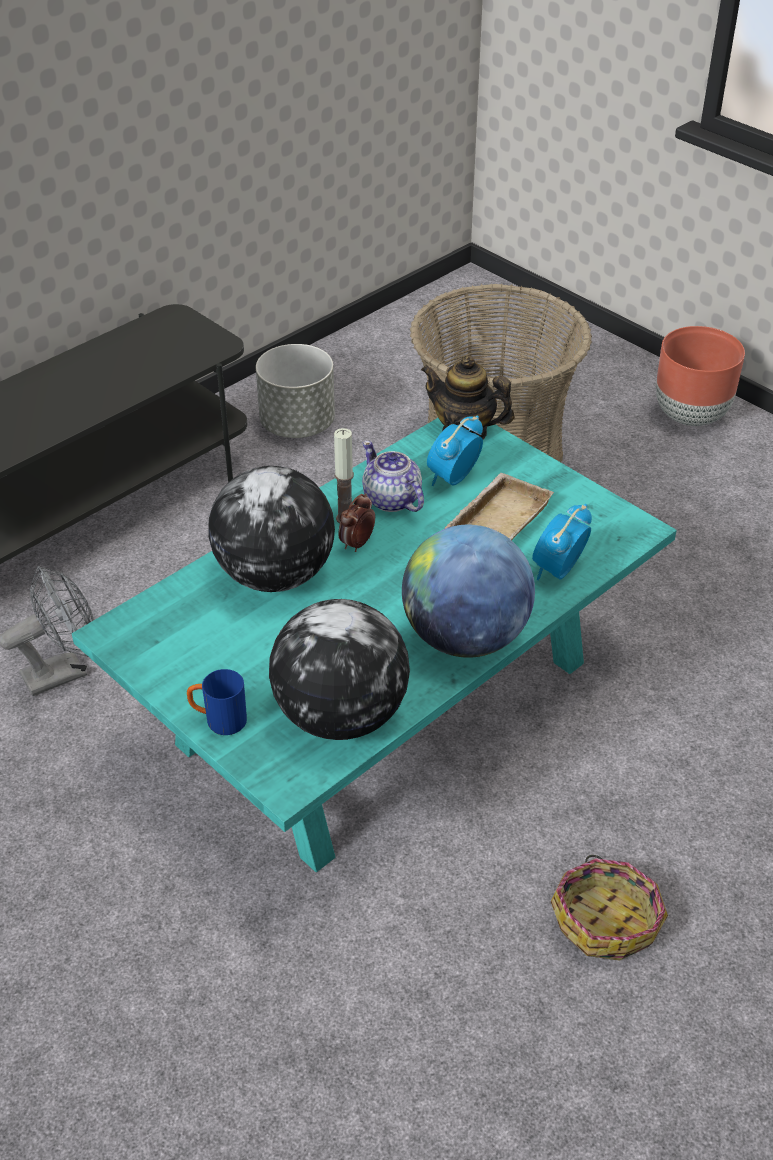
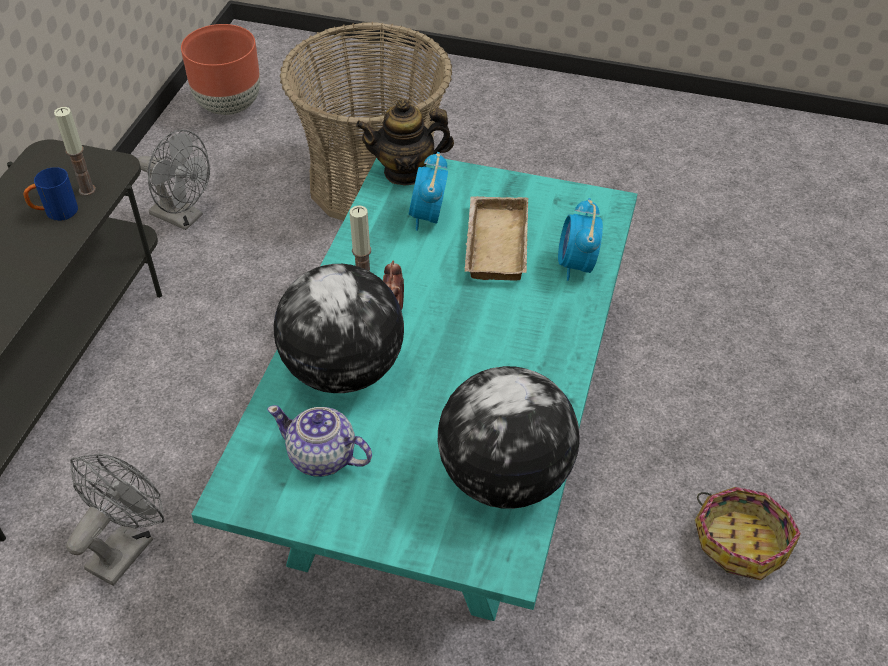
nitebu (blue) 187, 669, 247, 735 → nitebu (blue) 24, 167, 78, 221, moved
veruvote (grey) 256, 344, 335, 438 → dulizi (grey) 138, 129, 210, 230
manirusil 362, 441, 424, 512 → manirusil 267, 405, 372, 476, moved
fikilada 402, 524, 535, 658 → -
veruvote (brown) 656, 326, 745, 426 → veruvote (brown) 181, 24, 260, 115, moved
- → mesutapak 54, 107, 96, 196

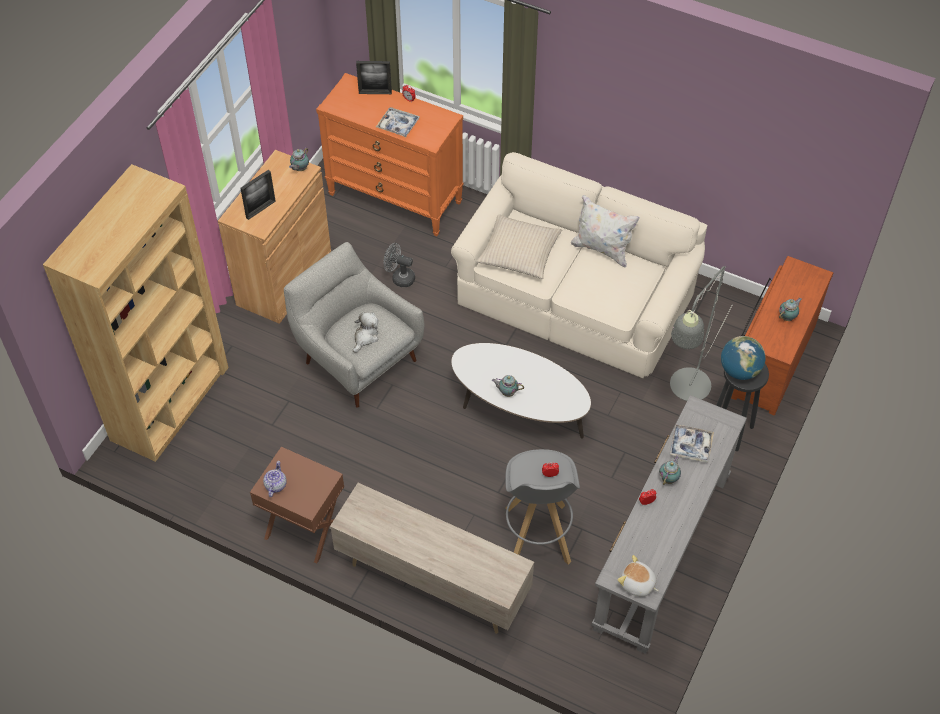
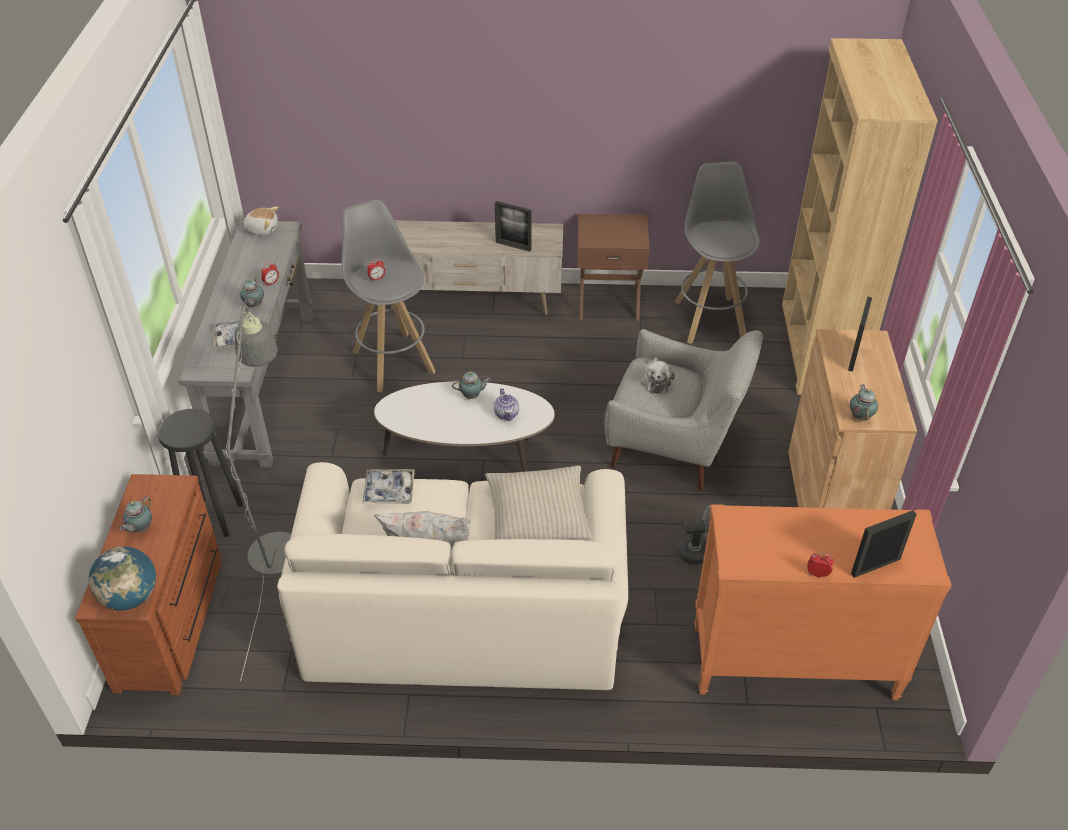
manirusil 263, 461, 287, 497 → manirusil 494, 388, 519, 421, moved
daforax 376, 107, 420, 137 → daforax 362, 469, 415, 504, moved
fikilada 721, 336, 766, 380 → fikilada 89, 546, 156, 610, moved
- → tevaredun 495, 201, 532, 252
- → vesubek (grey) 675, 162, 760, 344

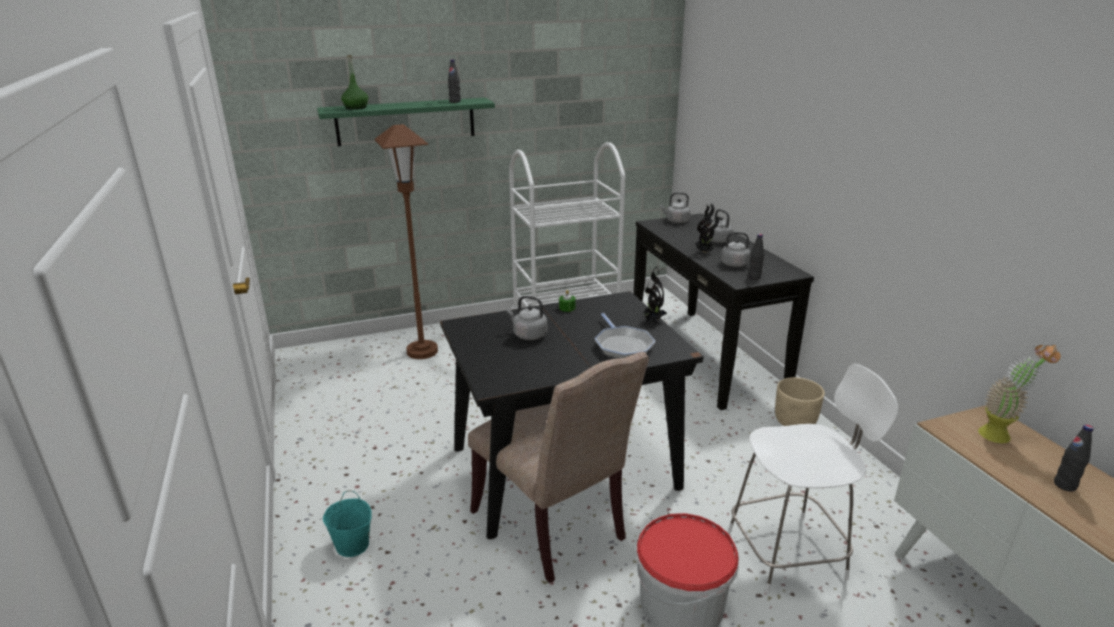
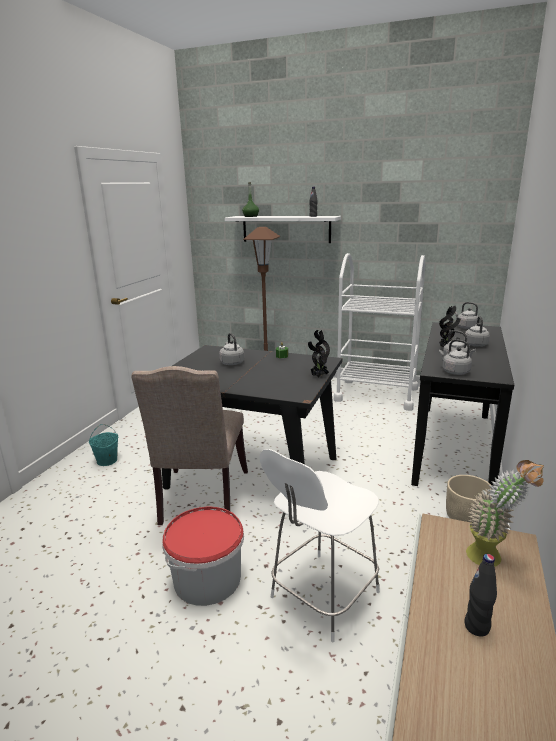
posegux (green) 317, 98, 495, 146 → posegux (white) 225, 216, 341, 243
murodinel 595, 313, 655, 359 → -
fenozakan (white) 728, 364, 898, 594 → fenozakan (white) 260, 449, 380, 642, 105 degrees clockwise
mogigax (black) 748, 234, 764, 279 → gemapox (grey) 439, 339, 472, 375

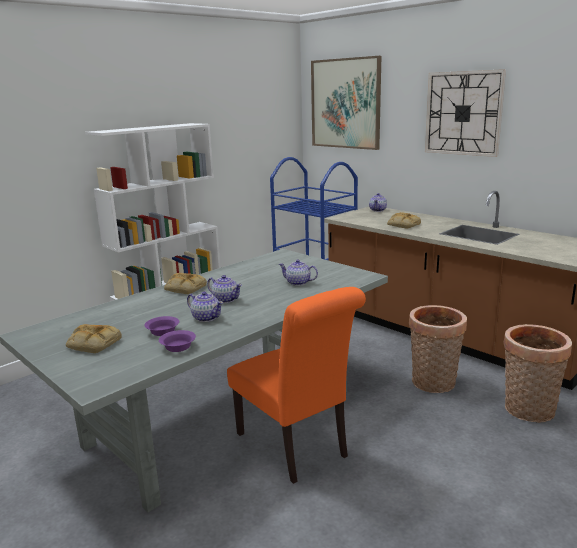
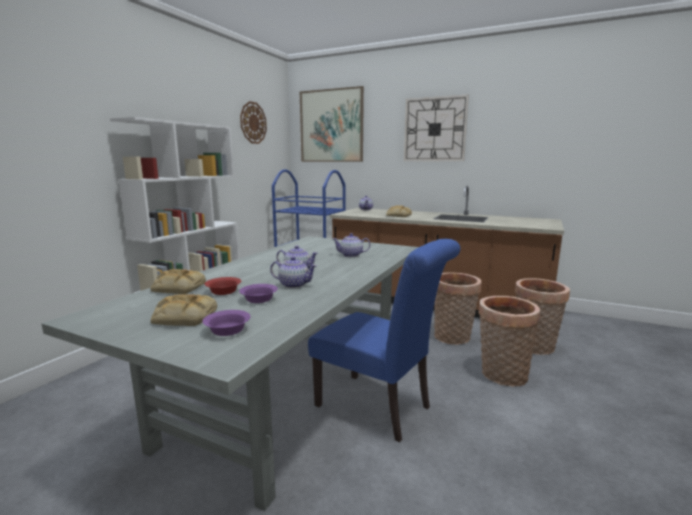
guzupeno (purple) 159, 330, 196, 352 → guzupeno (purple) 203, 310, 251, 336, moved
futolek 164, 273, 207, 294 → futolek 151, 269, 206, 294, moved
fenozakan (orange) 227, 287, 366, 484 → fenozakan (blue) 308, 239, 460, 443
- → guzupeno (red) 204, 277, 241, 295
- → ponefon 240, 101, 267, 144
- → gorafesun 478, 296, 541, 386

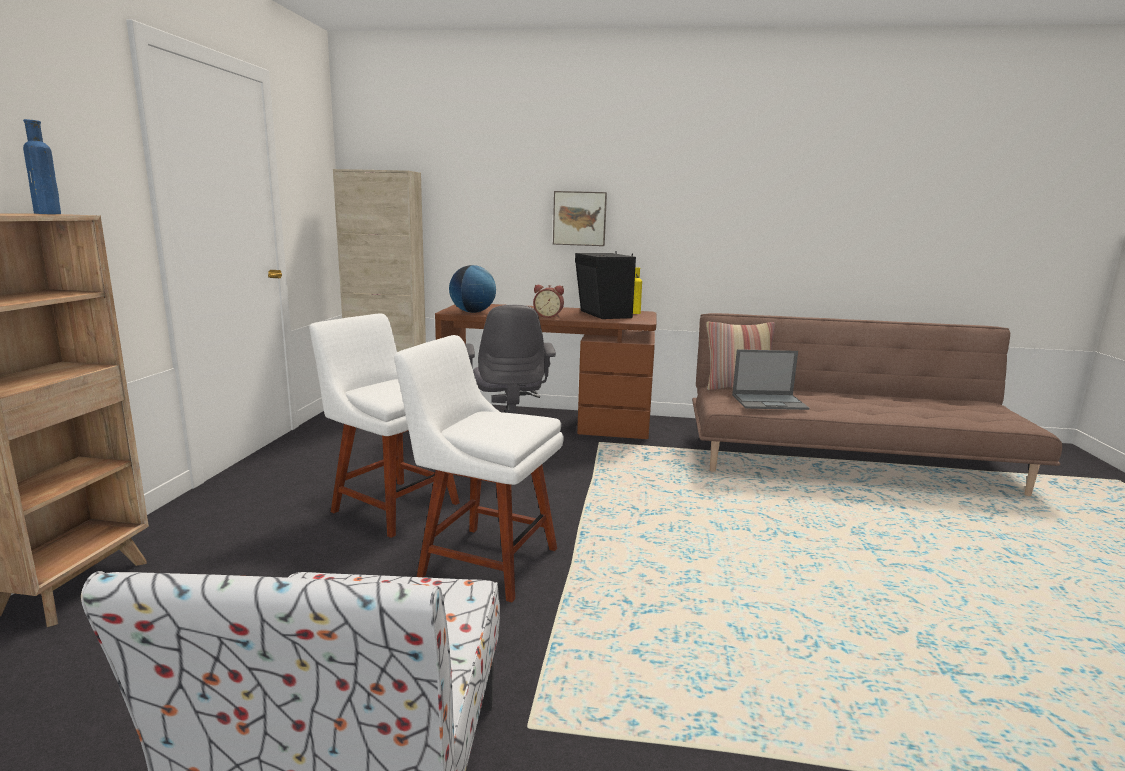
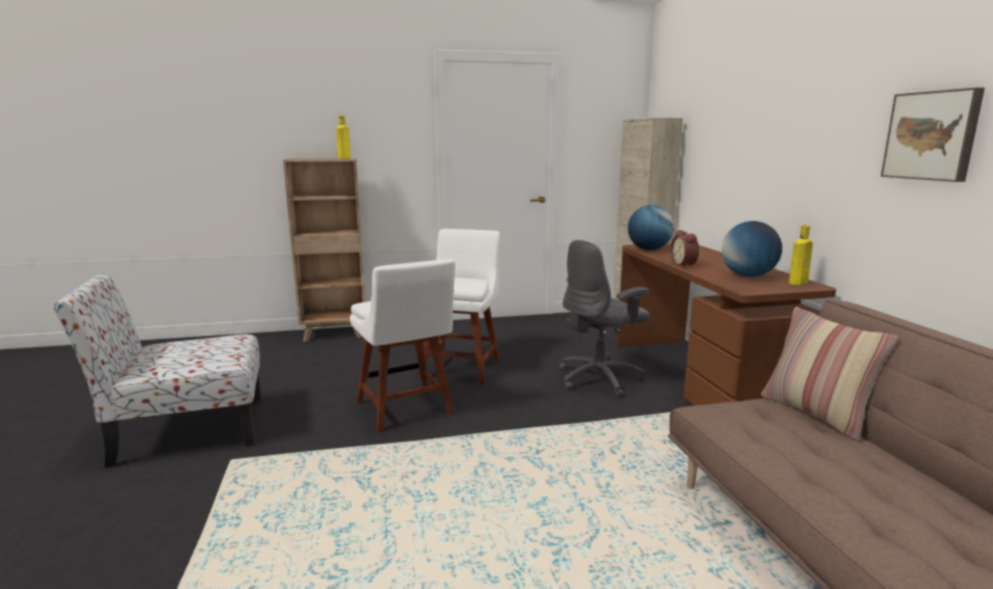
mogigax (blue) 23, 119, 61, 214 → mogigax (yellow) 336, 115, 350, 159
fenozakan (white) 394, 335, 564, 602 → fenozakan (white) 350, 259, 455, 433, 150 degrees clockwise
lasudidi 553, 191, 607, 246 → lasudidi 881, 87, 985, 182, moved
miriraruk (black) 575, 251, 636, 319 → fikilada 722, 221, 782, 277
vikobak 732, 349, 809, 410 → -

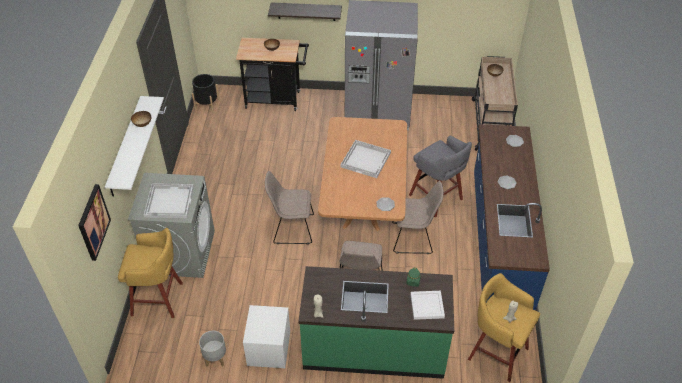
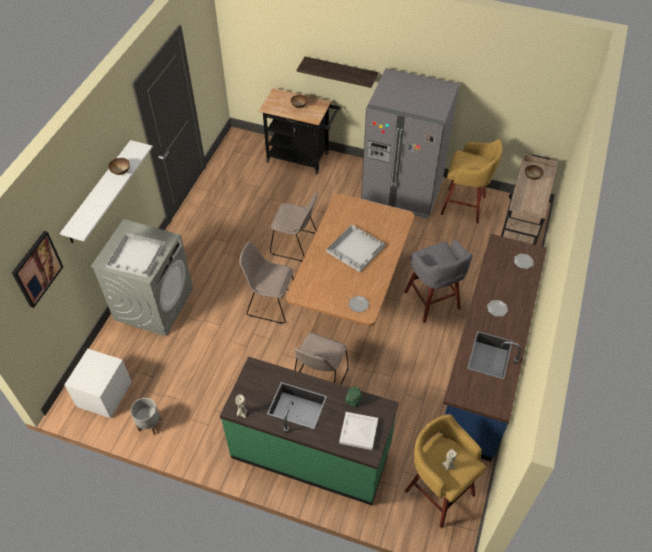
vesubek (yellow) 118, 228, 183, 318 → vesubek (yellow) 441, 139, 503, 223, moved
veruvote (black) 192, 74, 220, 112 → -
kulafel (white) 243, 305, 290, 368 → kulafel (white) 64, 349, 132, 418, moved
fenozakan (beige) 392, 181, 443, 254 → fenozakan (beige) 270, 191, 318, 262, moved

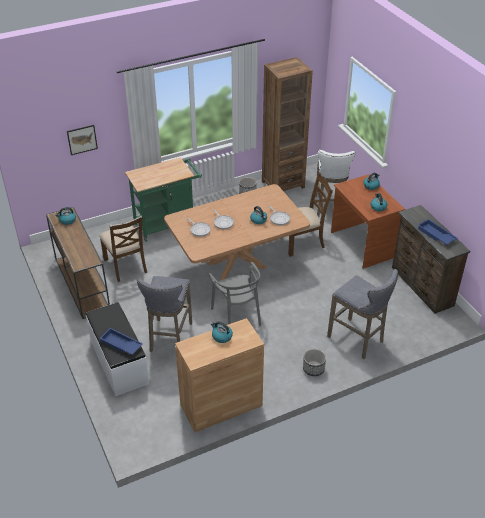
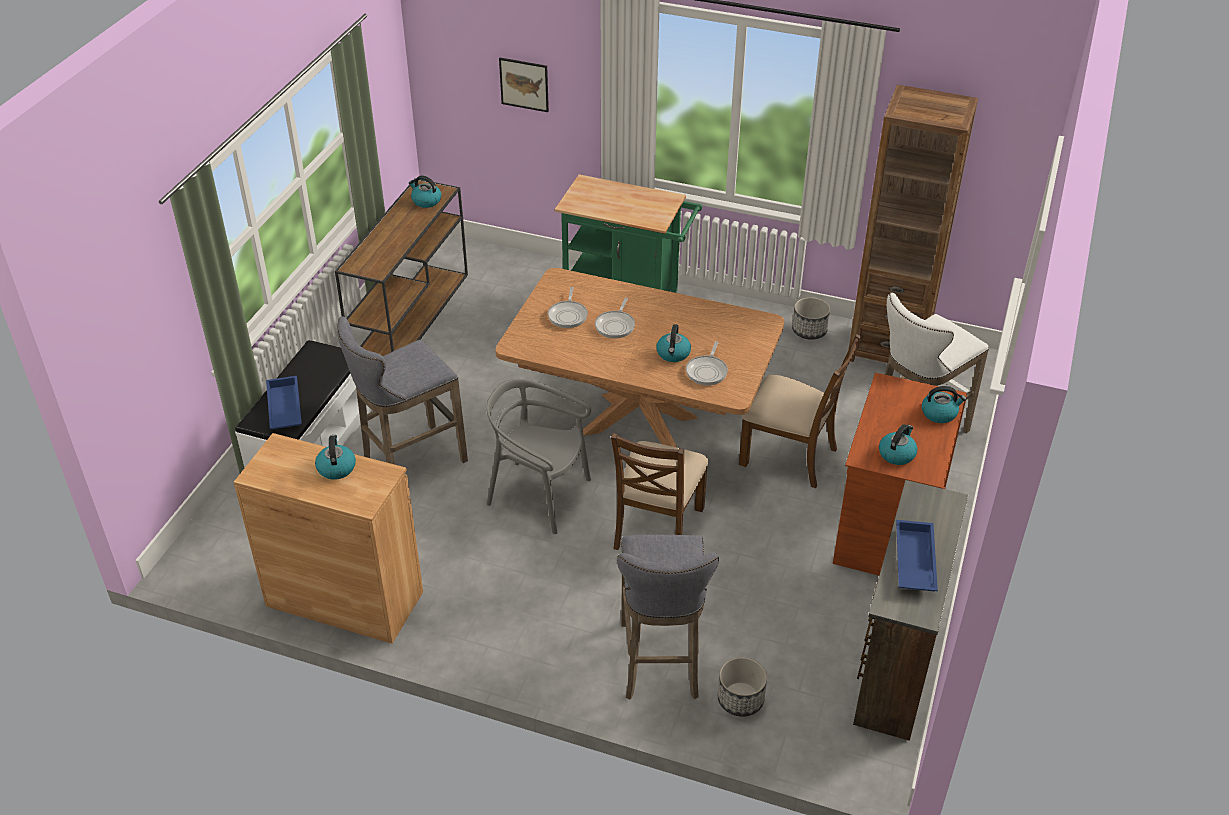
fenozakan (brown) 99, 215, 147, 282 → fenozakan (brown) 611, 433, 708, 550, moved
fenozakan (grey) 208, 262, 261, 326 → fenozakan (grey) 486, 379, 591, 534, 90 degrees clockwise
veruvote 303, 349, 326, 376 → veruvote 718, 657, 767, 717, moved

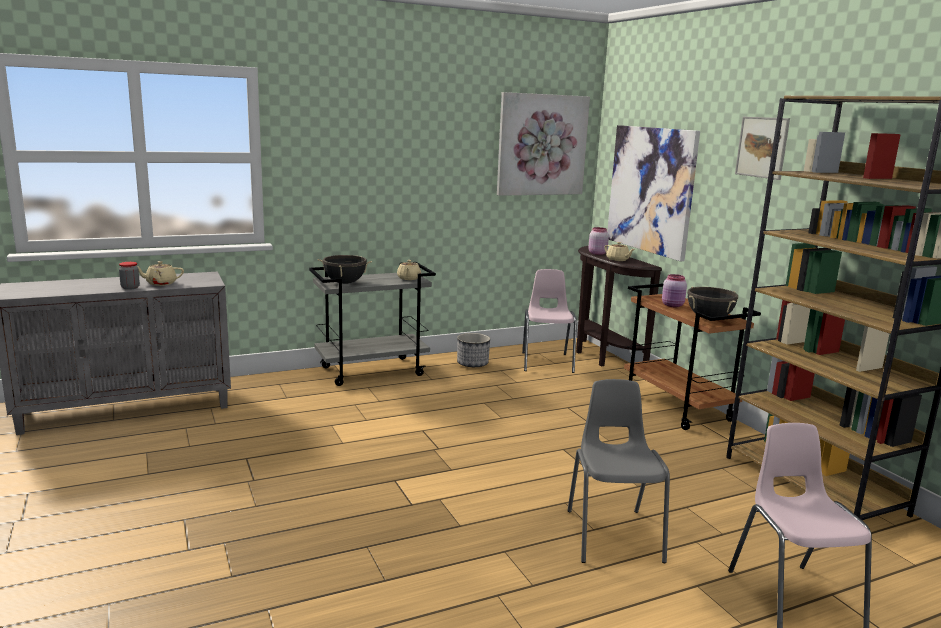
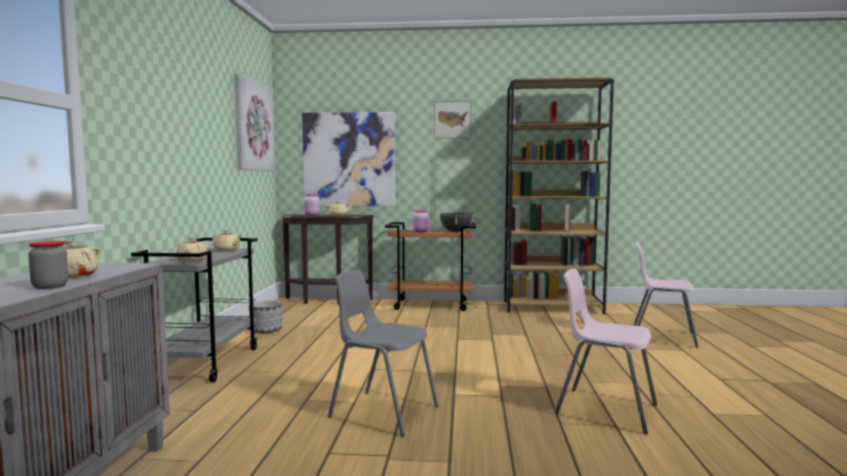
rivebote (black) 318, 255, 372, 284 → manirusil (beige) 176, 237, 207, 262
fenozakan (pink) 522, 269, 577, 373 → fenozakan (pink) 555, 269, 657, 434, moved
fenozakan (grey) 567, 379, 670, 563 → fenozakan (grey) 328, 270, 439, 436, moved

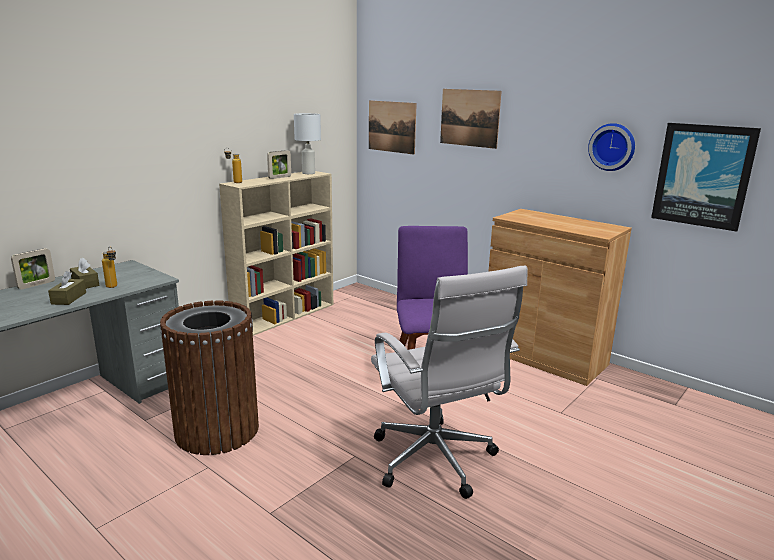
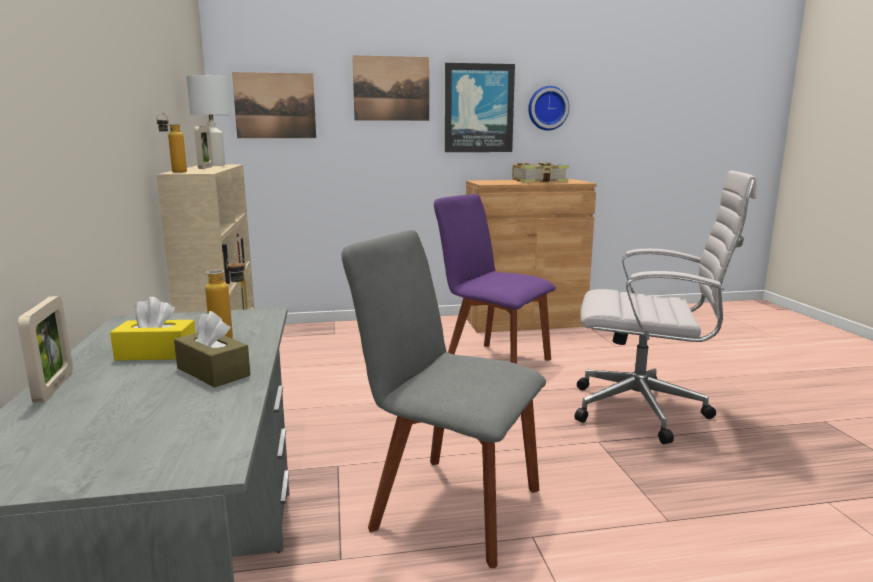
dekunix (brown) 70, 258, 99, 289 → dekunix (yellow) 110, 297, 196, 361
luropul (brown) 160, 300, 259, 455 → fenozakan (grey) 341, 230, 546, 568
lasudidi 651, 123, 761, 232 → lasudidi 445, 63, 515, 152, moved
- → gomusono 512, 163, 569, 183

